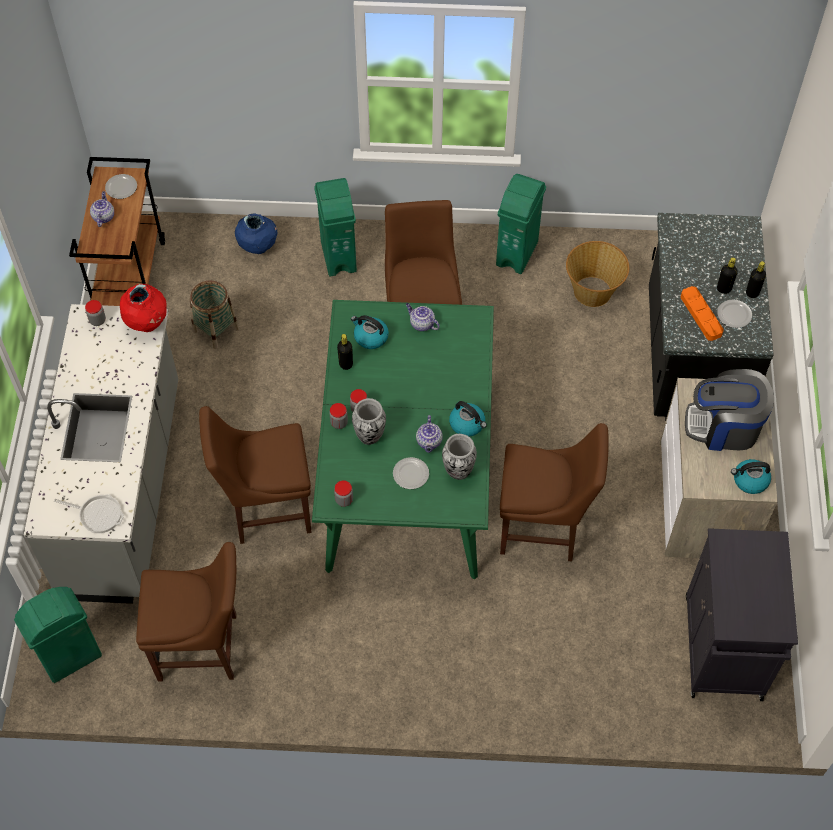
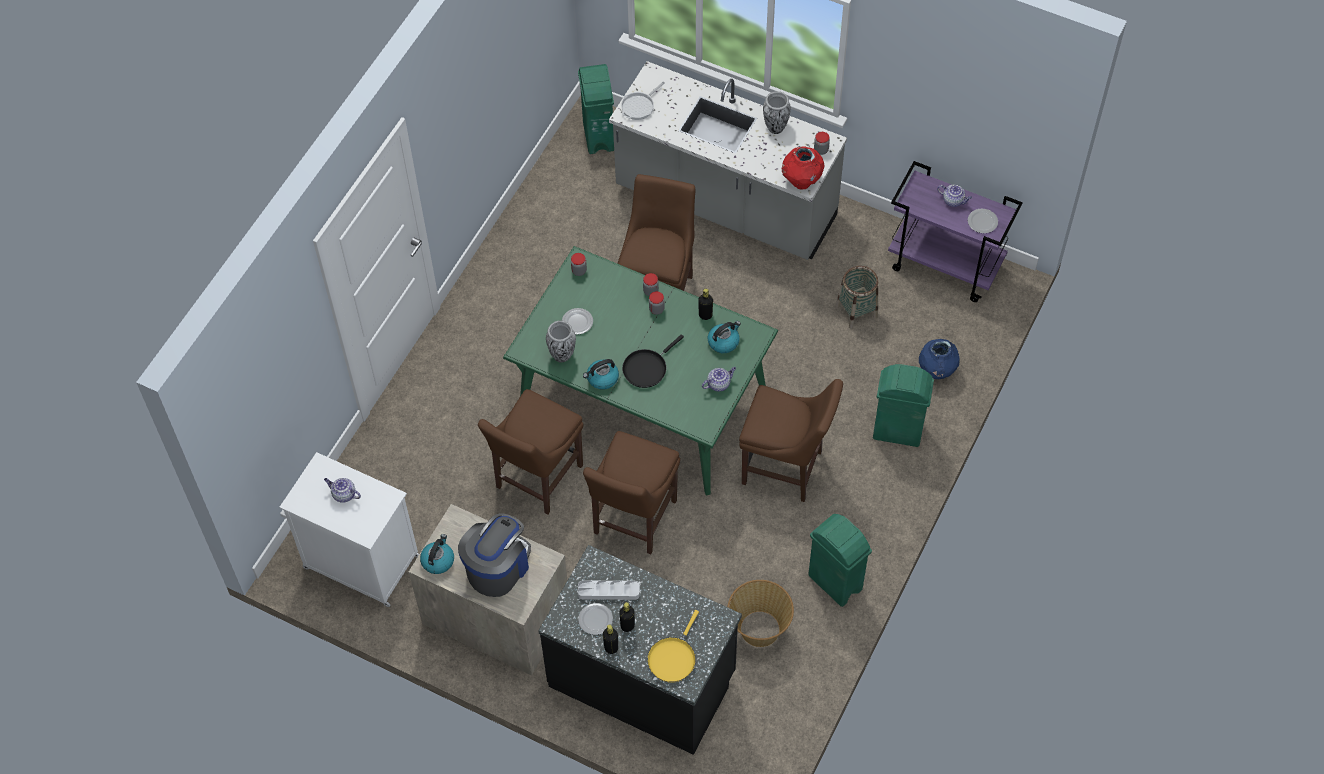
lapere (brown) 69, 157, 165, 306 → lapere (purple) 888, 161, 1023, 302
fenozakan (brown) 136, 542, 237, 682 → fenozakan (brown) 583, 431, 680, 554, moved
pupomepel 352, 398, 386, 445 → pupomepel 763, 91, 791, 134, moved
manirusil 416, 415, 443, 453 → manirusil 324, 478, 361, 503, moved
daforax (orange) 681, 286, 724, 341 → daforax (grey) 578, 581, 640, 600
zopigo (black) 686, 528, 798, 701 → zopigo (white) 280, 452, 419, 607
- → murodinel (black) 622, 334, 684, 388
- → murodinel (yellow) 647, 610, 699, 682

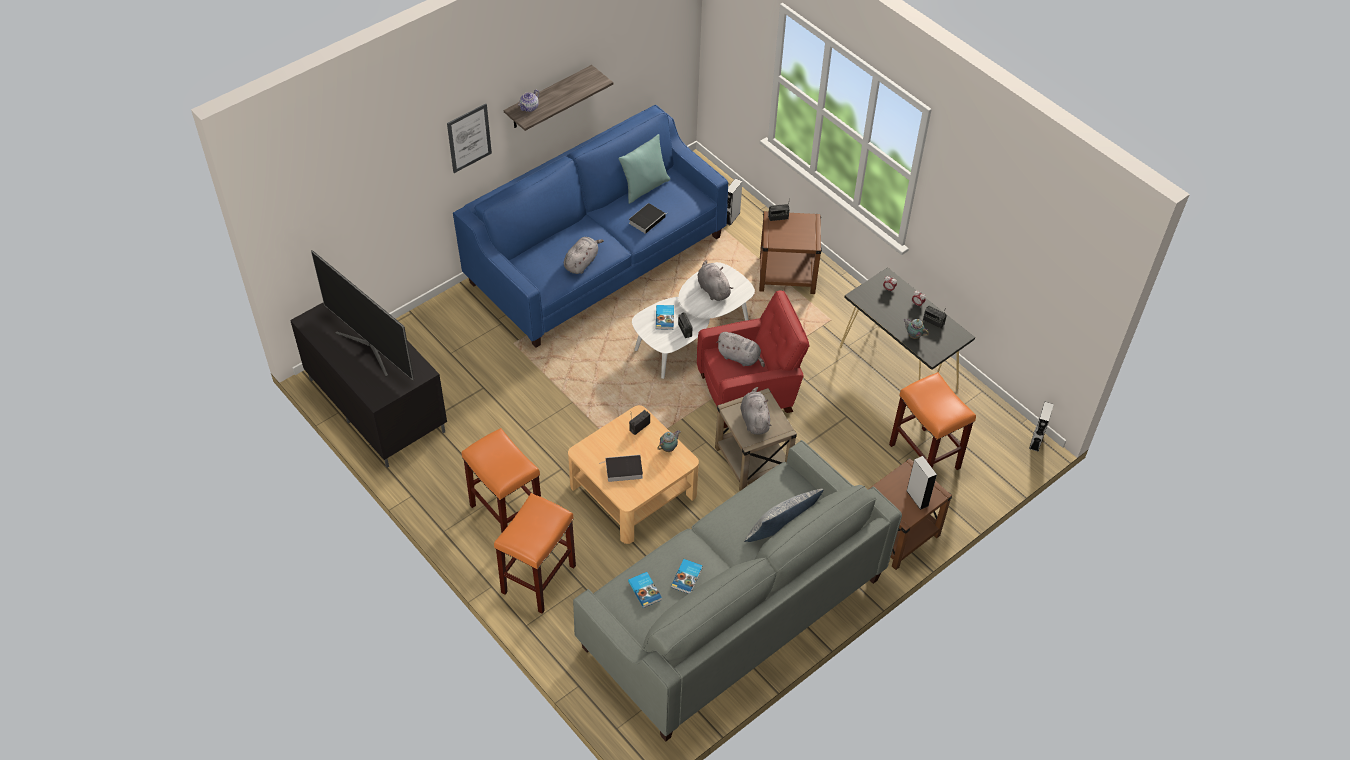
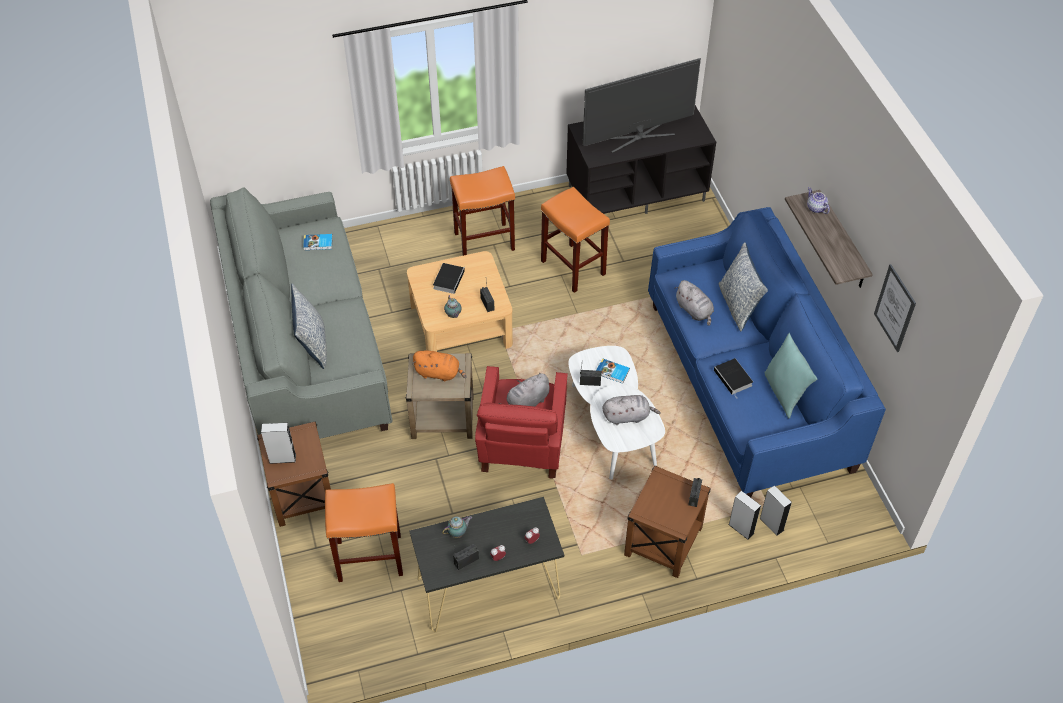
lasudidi 447, 103, 492, 173 → lasudidi 874, 264, 916, 352, moved
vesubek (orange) 494, 493, 576, 614 → vesubek (orange) 541, 187, 610, 293, moved
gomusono 671, 559, 703, 594 → -
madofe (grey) 741, 387, 771, 434 → madofe (orange) 412, 350, 467, 382
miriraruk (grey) 1029, 402, 1054, 452 → miriraruk (grey) 728, 491, 761, 540, moved
- → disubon 719, 242, 768, 331

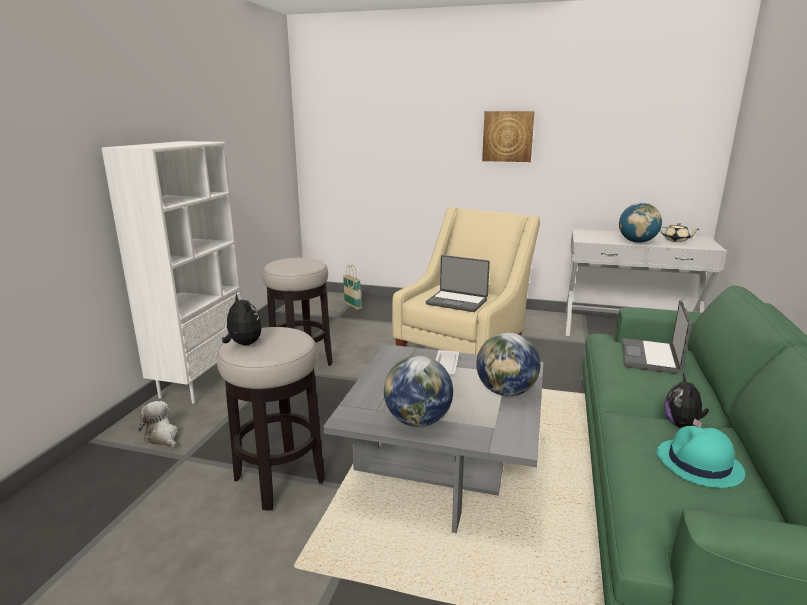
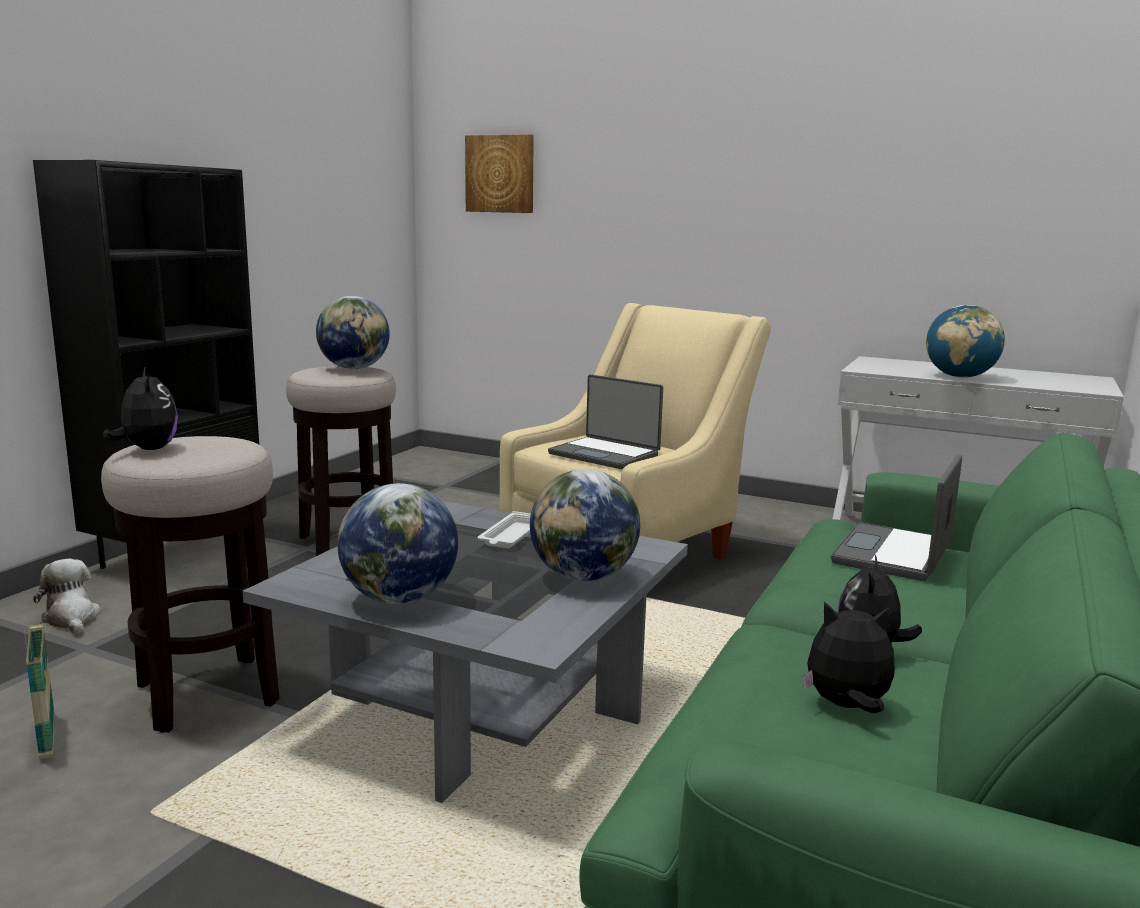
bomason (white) 101, 141, 242, 404 → bomason (black) 33, 160, 259, 569
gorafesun 343, 265, 362, 310 → gorafesun 22, 598, 54, 759, moved
lasudidi 482, 111, 535, 162 → lasudidi 465, 134, 534, 213, moved
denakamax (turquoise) 657, 426, 745, 488 → madofe 803, 601, 895, 713
manirusil (beige) 660, 223, 699, 242 → -
- → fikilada 316, 296, 390, 369

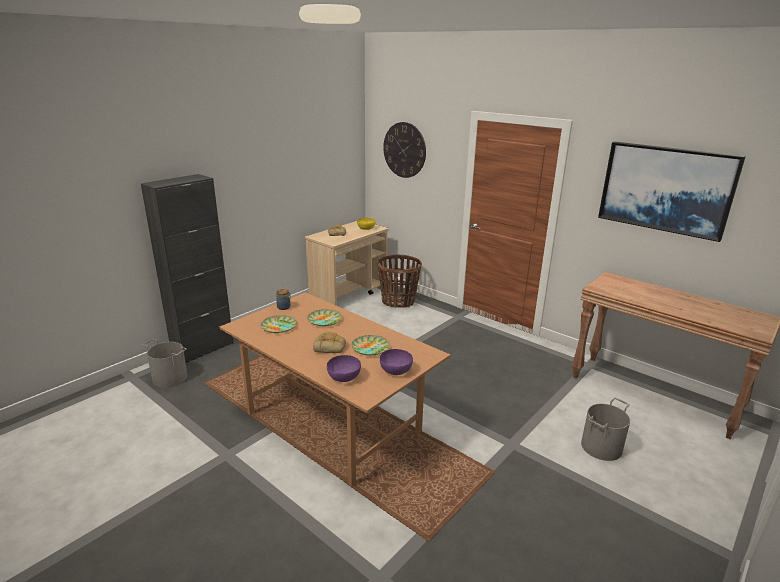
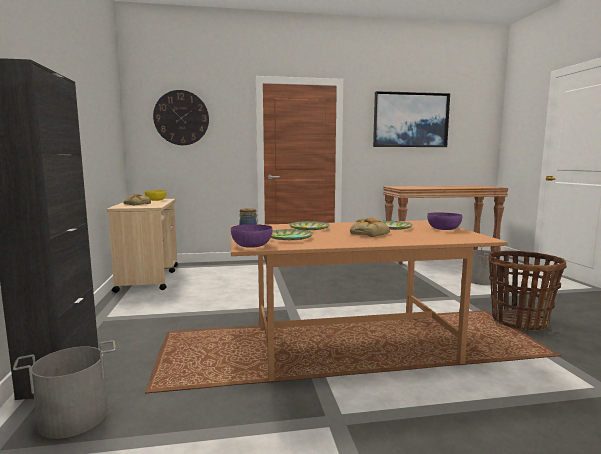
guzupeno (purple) 327, 355, 361, 382 → guzupeno (purple) 231, 224, 272, 248, moved
gorafesun 377, 254, 422, 308 → gorafesun 488, 251, 567, 331, moved

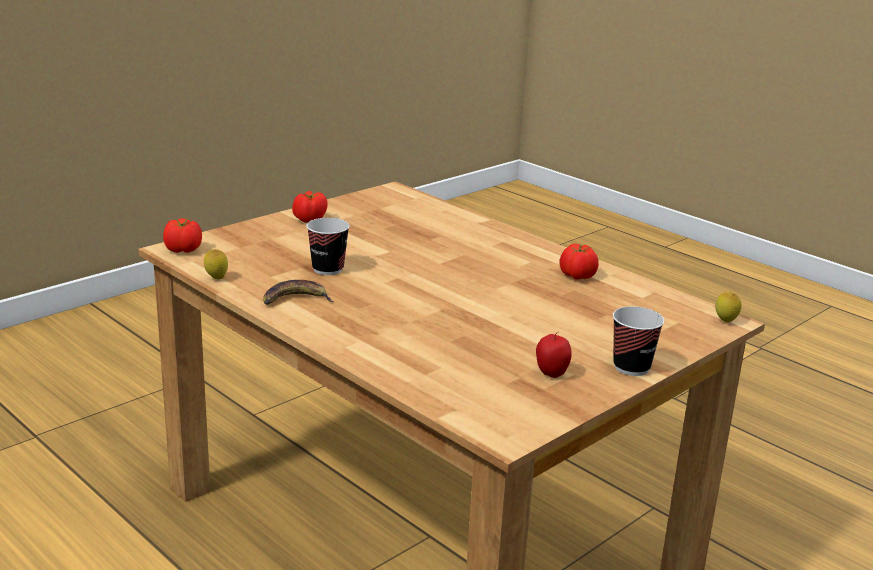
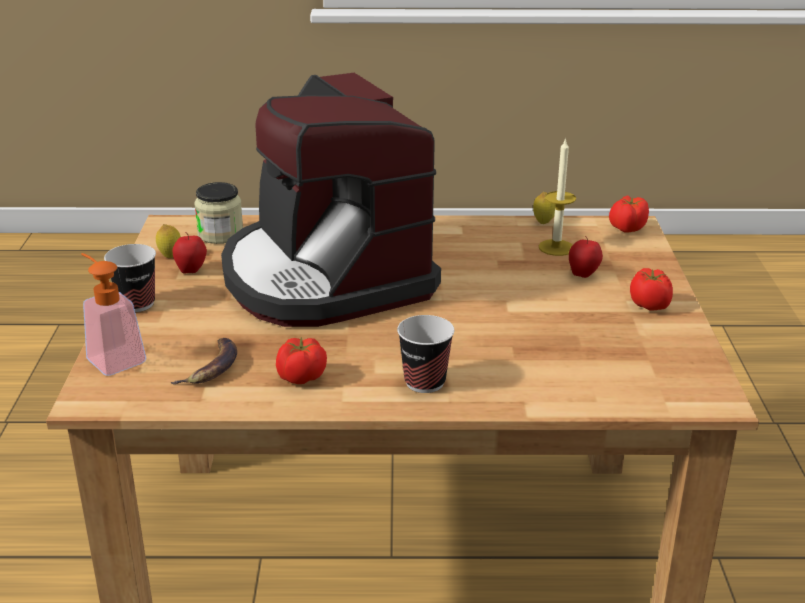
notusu 263, 280, 333, 305 → notusu 170, 338, 237, 384, moved
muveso 306, 218, 350, 275 → muveso 397, 315, 454, 393, moved
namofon 715, 292, 742, 322 → namofon 156, 224, 181, 258, moved
- → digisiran 81, 253, 146, 376
- → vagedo 194, 182, 243, 244
- → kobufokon 221, 73, 441, 327
- → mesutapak 539, 138, 576, 256
- → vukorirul 569, 236, 603, 278

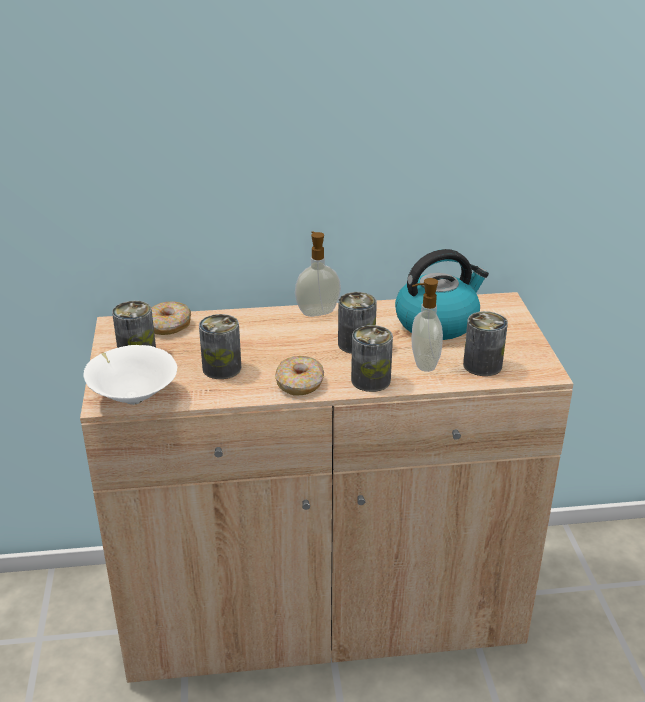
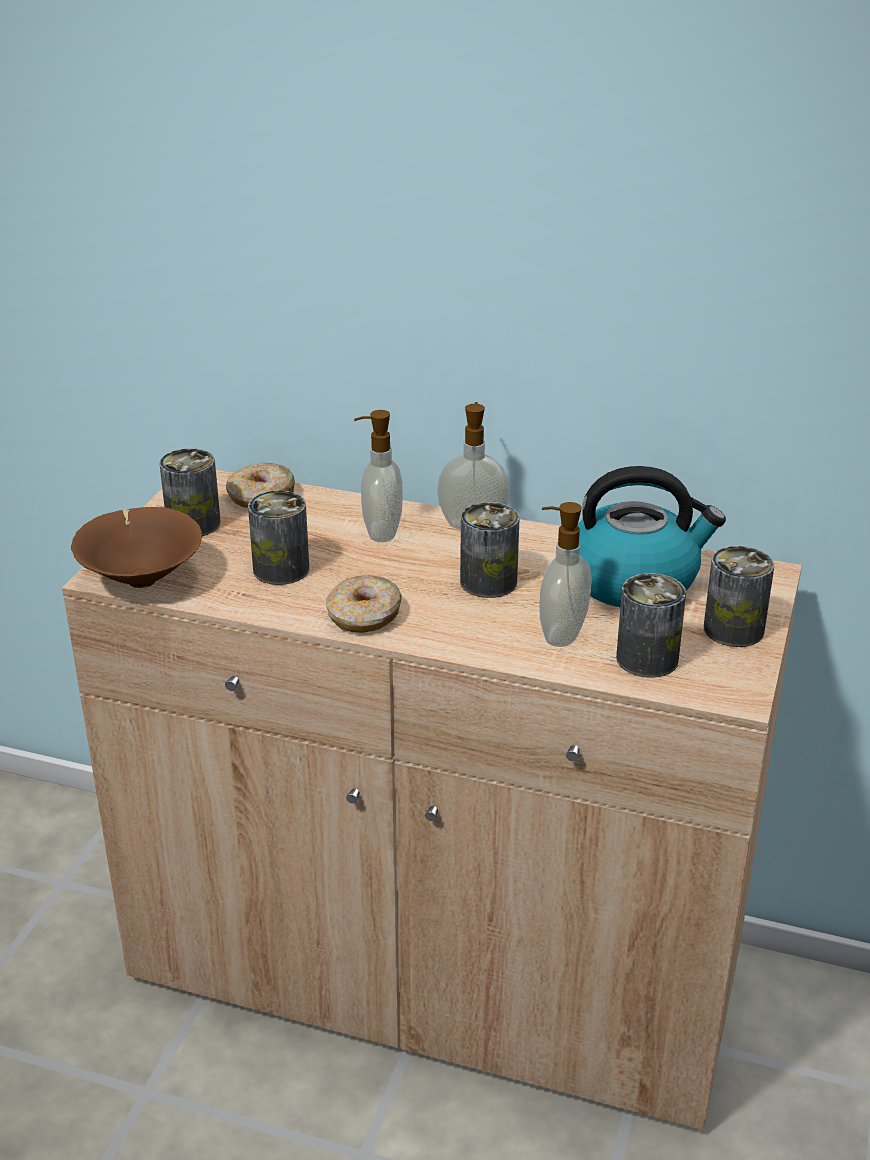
guzupeno (white) 83, 345, 177, 405 → guzupeno (brown) 71, 507, 202, 588
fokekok 351, 325, 393, 392 → fokekok 704, 546, 774, 647, moved
- → digisiran 354, 410, 403, 542

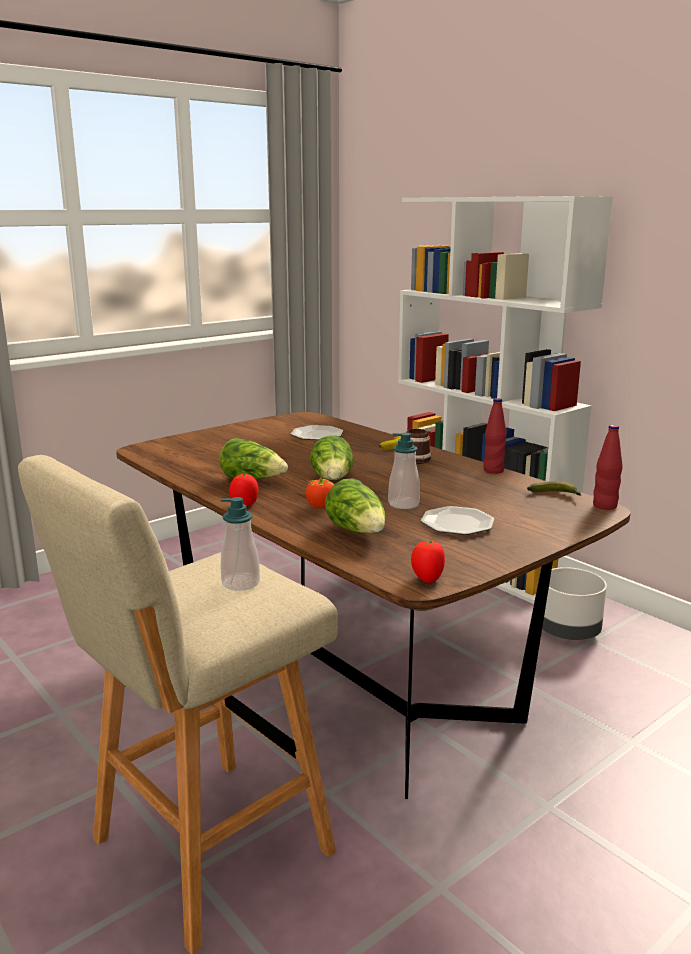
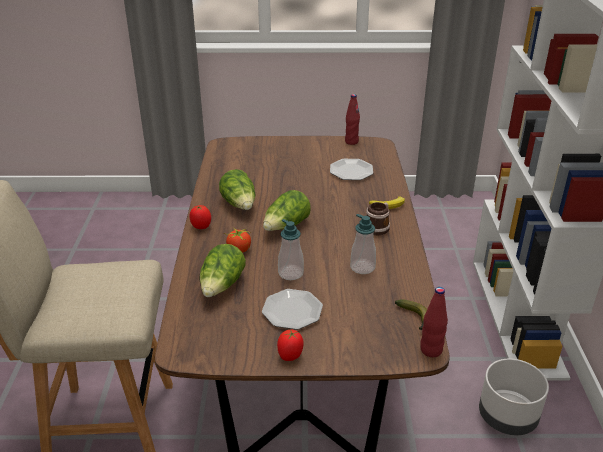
digisiran 221, 497, 260, 591 → digisiran 350, 214, 376, 274, moved
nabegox 411, 540, 445, 583 → nabegox 277, 329, 304, 361, moved
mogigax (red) 483, 398, 507, 474 → mogigax (red) 345, 94, 360, 145, moved

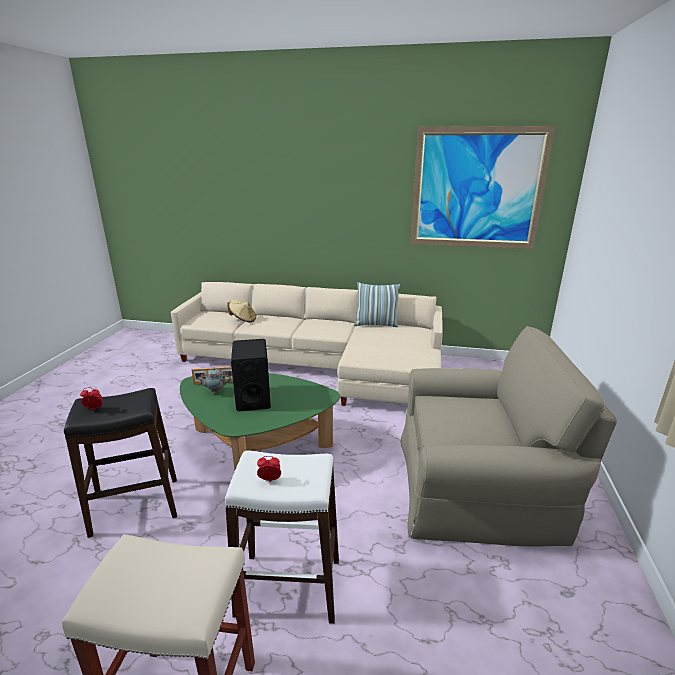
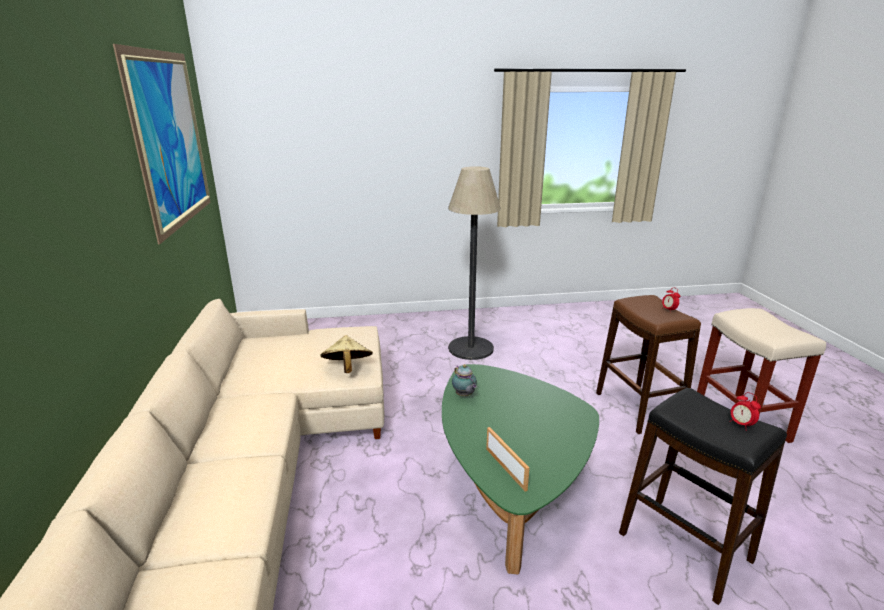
manirusil 198, 368, 231, 393 → manirusil 452, 364, 477, 397, moved
vesubek (white) 225, 450, 339, 624 → vesubek (brown) 596, 295, 701, 434
denakamax (beige) 227, 300, 256, 322 → denakamax (beige) 320, 335, 373, 373, moved
miriraruk (black) 231, 339, 271, 411 → -
disubon 354, 282, 400, 327 → -
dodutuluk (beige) 401, 326, 617, 547 → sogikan 448, 166, 501, 360

